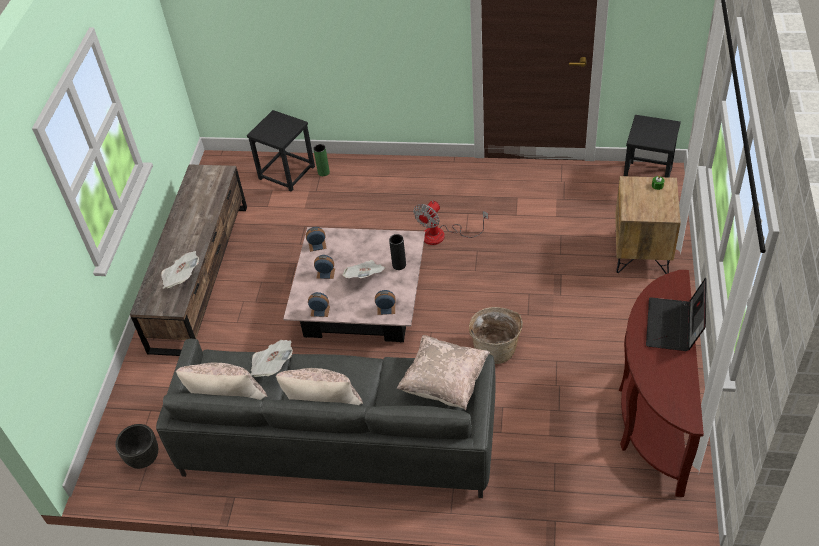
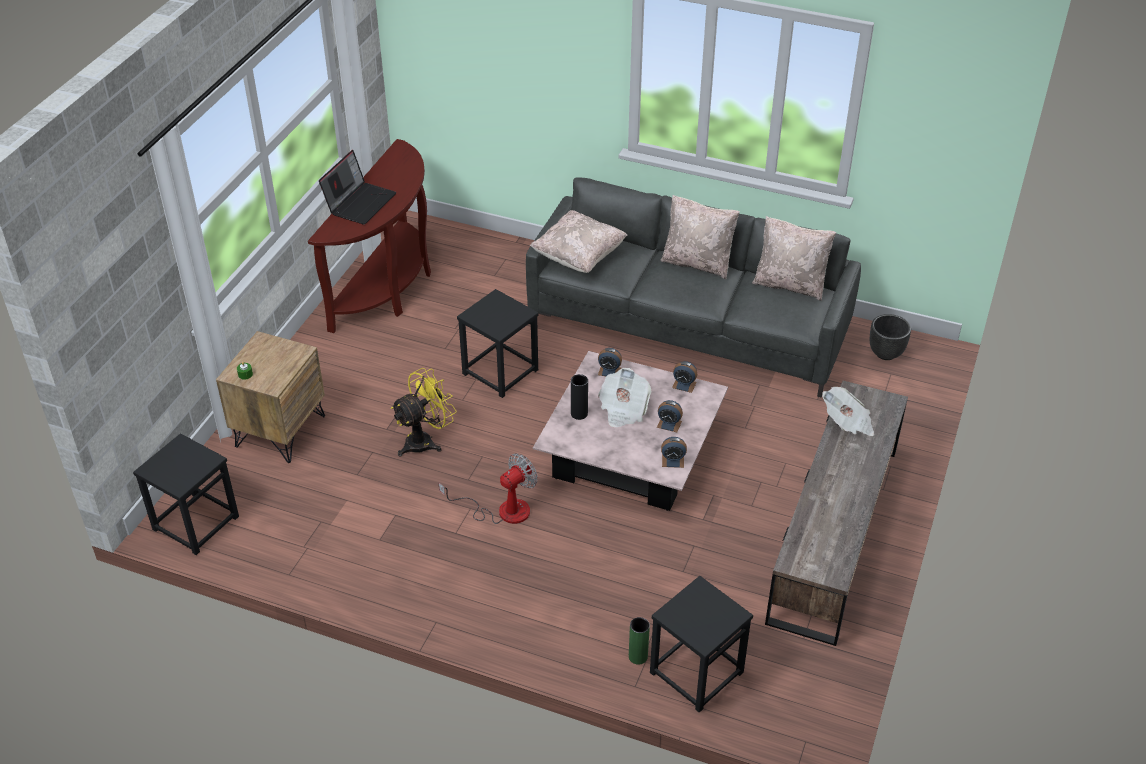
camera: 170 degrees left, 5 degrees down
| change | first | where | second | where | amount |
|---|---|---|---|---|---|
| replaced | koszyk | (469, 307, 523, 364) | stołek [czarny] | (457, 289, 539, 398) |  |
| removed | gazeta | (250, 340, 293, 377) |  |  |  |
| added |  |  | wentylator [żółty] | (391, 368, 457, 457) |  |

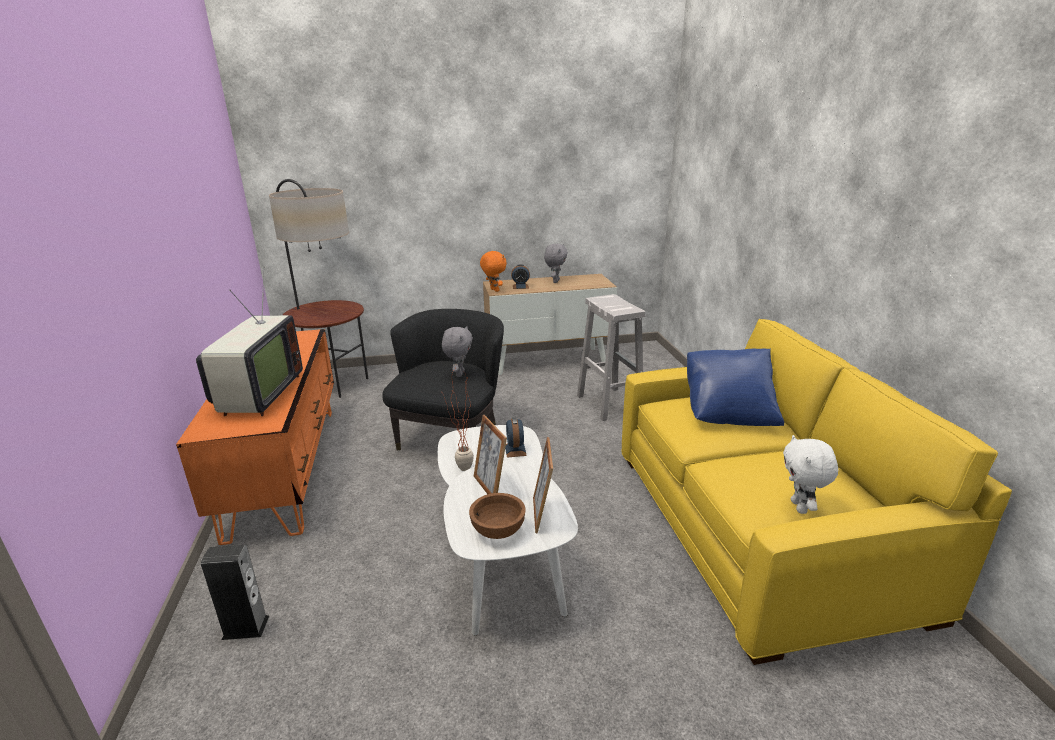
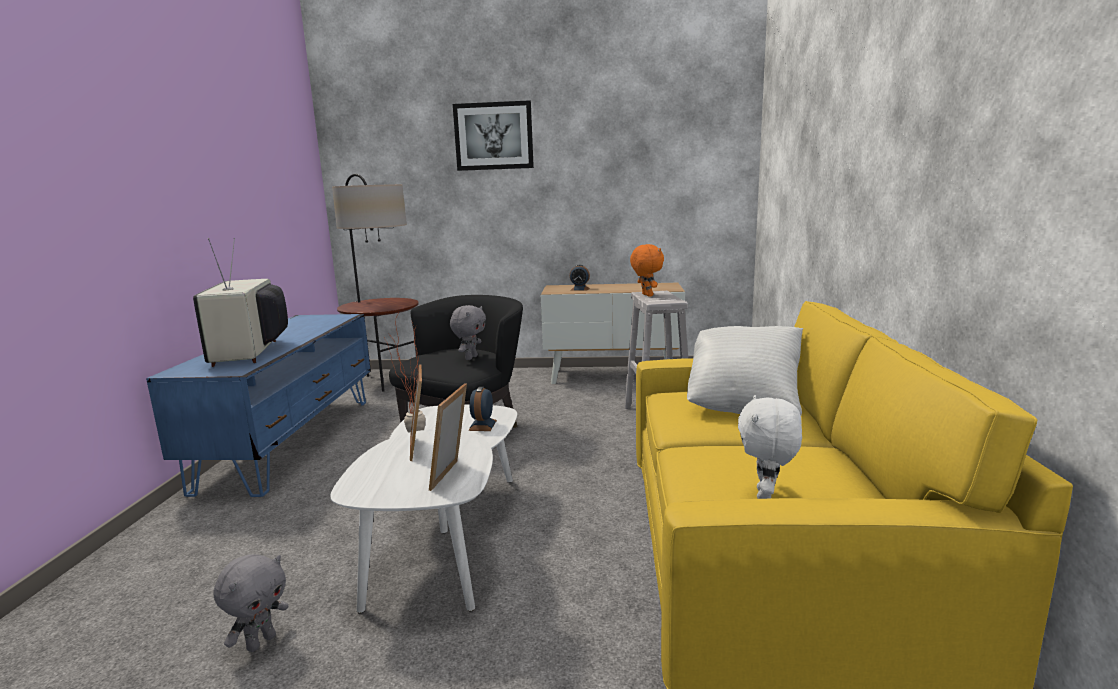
camera: 15 degrees right, 10 degrees down
| change | first | where | second | where | amount |
|---|---|---|---|---|---|
| moved | pluszak [szary] | (544, 244, 568, 283) |  | (213, 554, 289, 652) |  |
| moved | pluszak [pomarańczowy] | (480, 251, 507, 292) |  | (630, 244, 664, 297) |  |
| turned | telewizor | (196, 269, 303, 416) |  | (193, 238, 288, 367) | 150 degrees clockwise |
| recoloured | szafka pod telewizor [pomarańczowy] | (176, 329, 334, 545) | szafka pod telewizor [niebieski] | (146, 314, 371, 497) |  |
| recoloured | poduszka [niebieski] | (687, 349, 784, 426) | poduszka [biały] | (687, 326, 803, 415) |  |
| removed | miska [brązowy] | (469, 493, 526, 539) |  |  |  |
| removed | głośnik | (201, 545, 269, 640) |  |  |  |
| added |  |  | obraz | (453, 100, 534, 171) |  |

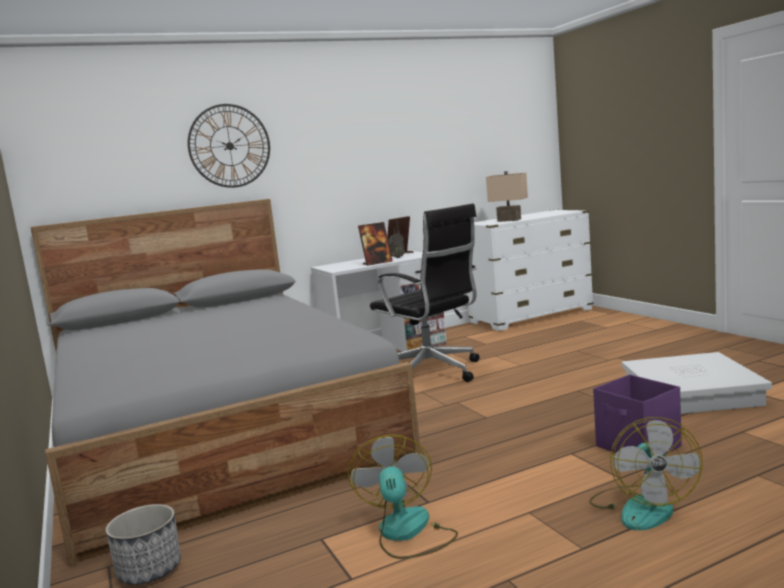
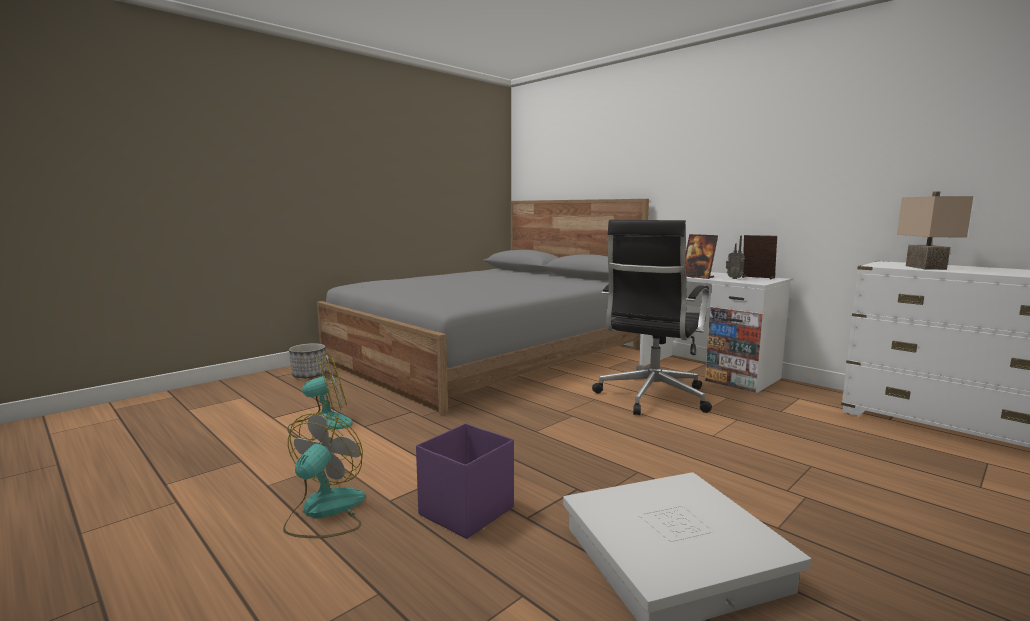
camera: 70 degrees right, 0 degrees up
| change | first | where | second | where | amount |
|---|---|---|---|---|---|
| removed | zegar ścienny | (188, 104, 270, 188) |  |  |  |
| turned | wentylator | (589, 417, 703, 530) |  | (283, 412, 365, 538) | 120 degrees clockwise |

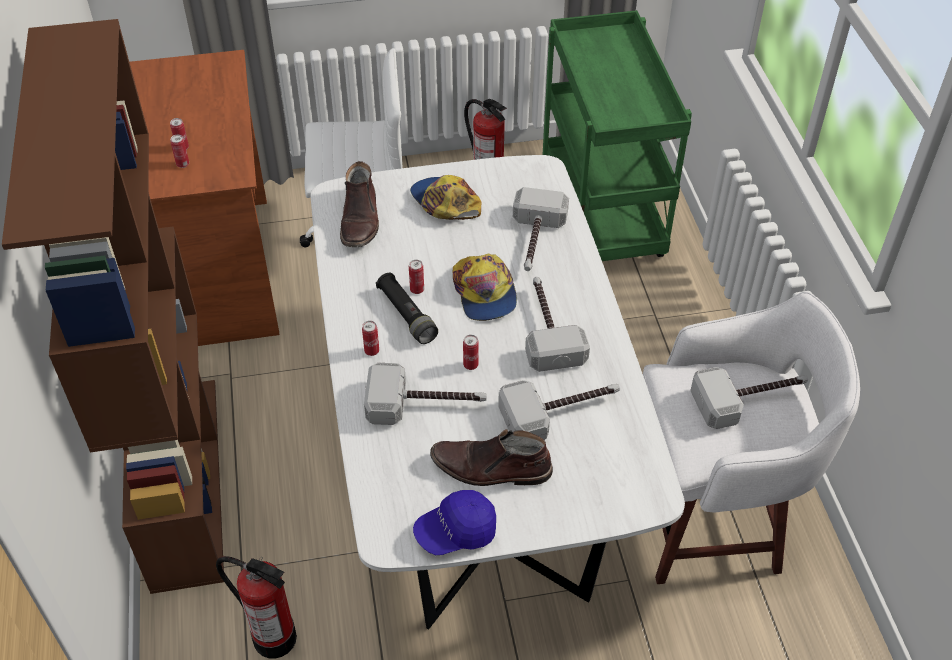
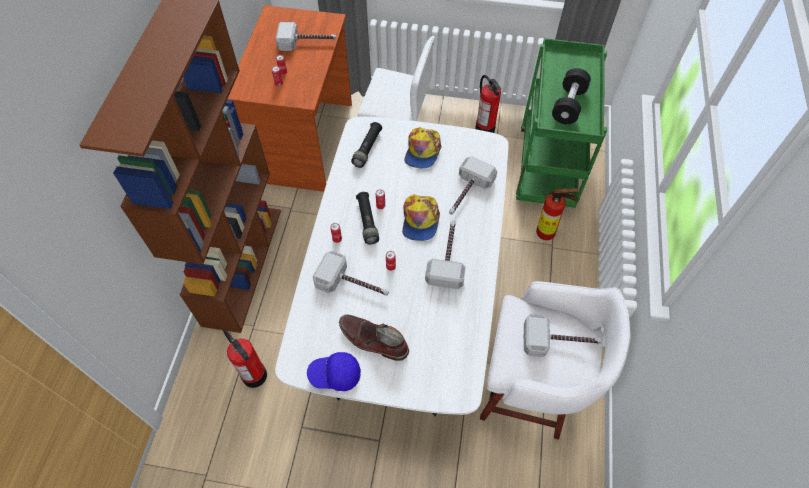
camera: 20 degrees right, 10 degrees up
| change | first | where | second | where | amount |
|---|---|---|---|---|---|
| replaced | but z cholewką [brązowy] | (340, 161, 379, 247) | latarka [czarny] | (351, 122, 382, 168) |  |
| turned | czapka z daszkiem | (410, 175, 482, 220) |  | (404, 127, 442, 168) | 150 degrees counterclockwise |
| moved | młotek | (498, 380, 620, 440) |  | (276, 22, 337, 51) |  |
| added |  |  | hantel [czarny] | (552, 68, 591, 124) |  |
| added |  |  | gaśnica | (536, 185, 578, 240) |  |

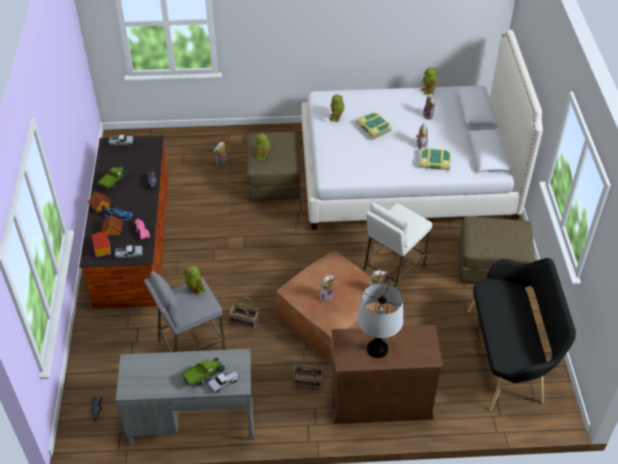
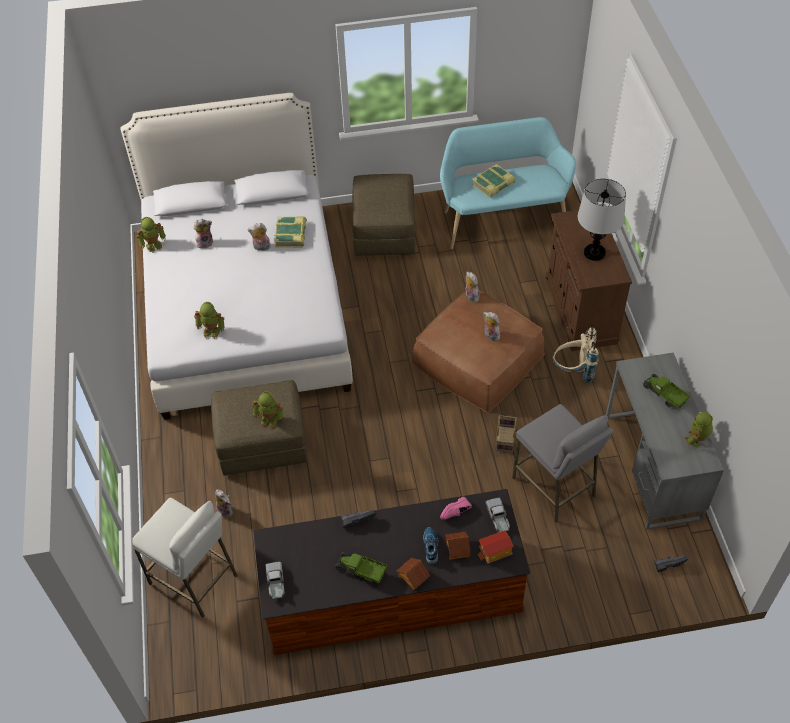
camera: 95 degrees left, 5 degrees up
| change | first | where | second | where | amount |
|---|---|---|---|---|---|
| moved | książka | (356, 111, 392, 139) |  | (472, 164, 515, 198) |  |
| moved | stołek [biały] | (363, 203, 432, 288) |  | (133, 498, 238, 617) |  |
| recoloured | ławka [czarny] | (467, 258, 576, 411) | ławka [turkusowy] | (440, 117, 576, 249) |  |
| moved | robot zabawkowy | (183, 266, 206, 296) |  | (684, 412, 713, 448) |  |
| replaced | koszyk | (293, 357, 323, 389) | plecak [beżowy] | (553, 327, 599, 383) |  |
| removed | ciężarówka zabawkowa | (208, 368, 240, 393) |  |  |  |

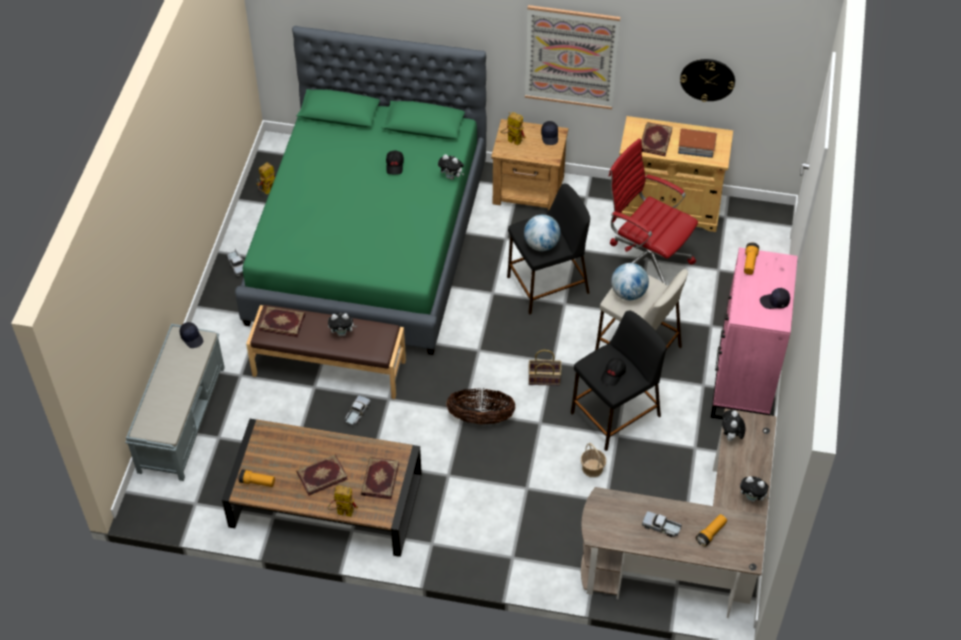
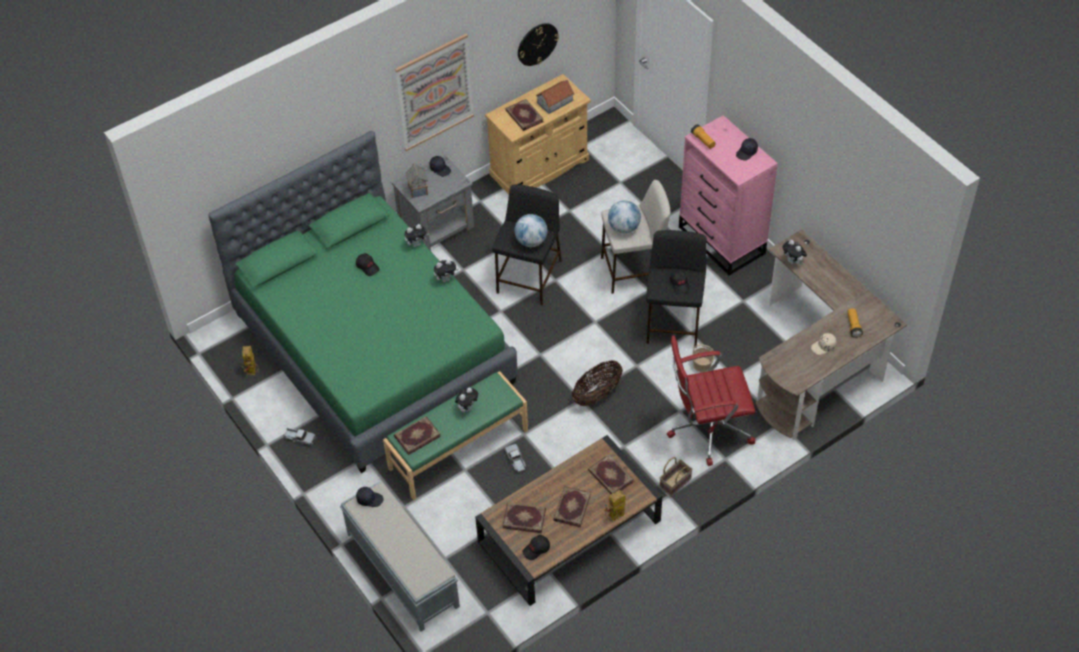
camera: 45 degrees left, 0 degrees up
| change | first | where | second | where | amount |
|---|---|---|---|---|---|
| replaced | robot zabawkowy | (500, 112, 526, 146) | domek | (405, 163, 428, 198) |  |
| recoloured | szafka nocna [brązowy] | (491, 119, 568, 211) | szafka nocna [szary] | (392, 155, 474, 251) |  |
| moved | krzesło biurowe [czerwony] | (609, 139, 698, 284) |  | (667, 335, 755, 466) |  |
| recoloured | ławka [brązowy] | (246, 305, 406, 399) | ławka [zielony] | (383, 371, 528, 500) |  |
| moved | koszyk | (528, 350, 561, 386) |  | (660, 457, 693, 497) |  |
| replaced | latarka | (239, 469, 275, 487) | czapka z daszkiem [czarny] | (522, 535, 550, 560) |  |
| moved | pluszak | (740, 476, 770, 502) |  | (434, 259, 458, 282) |  |
| replaced | ciężarówka zabawkowa | (642, 511, 682, 537) | czapka z daszkiem [beżowy] | (811, 333, 837, 355) |  |
| added |  |  | książka | (502, 503, 546, 533) |  |

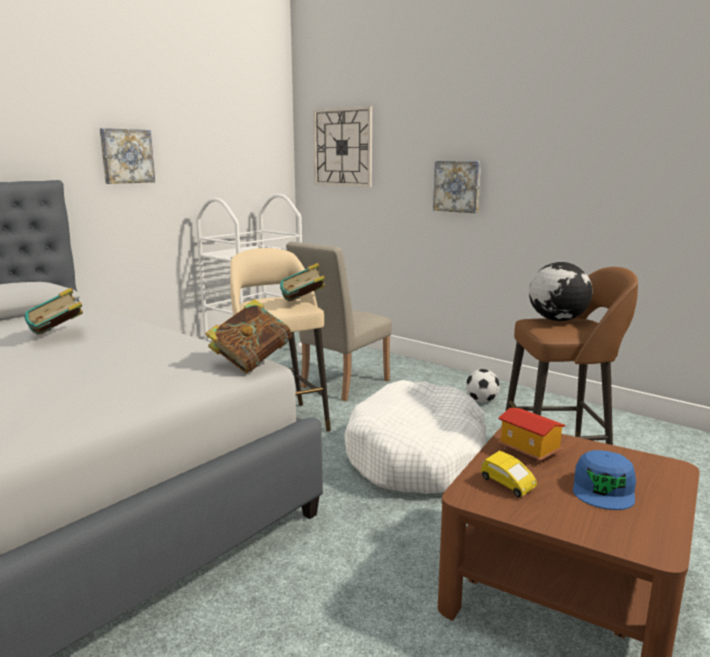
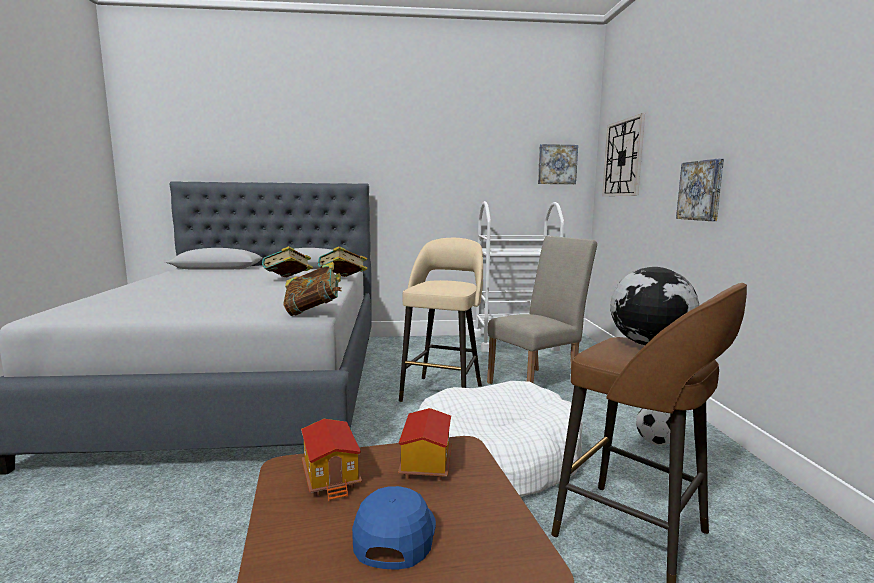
camera: 45 degrees right, 5 degrees down
| change | first | where | second | where | amount |
|---|---|---|---|---|---|
| moved | obraz | (100, 128, 155, 184) |  | (538, 144, 578, 184) |  |
| turned | krzesło [beżowy] | (286, 242, 392, 401) |  | (487, 236, 597, 384) | 150 degrees clockwise |
| moved | książka | (280, 263, 325, 301) |  | (318, 246, 367, 277) |  |
| turned | czapka z daszkiem [niebieski] | (573, 450, 636, 510) |  | (352, 486, 436, 569) | 120 degrees clockwise |
| replaced | samochodzik [żółty] | (481, 451, 537, 497) | domek | (301, 419, 362, 501) |  |

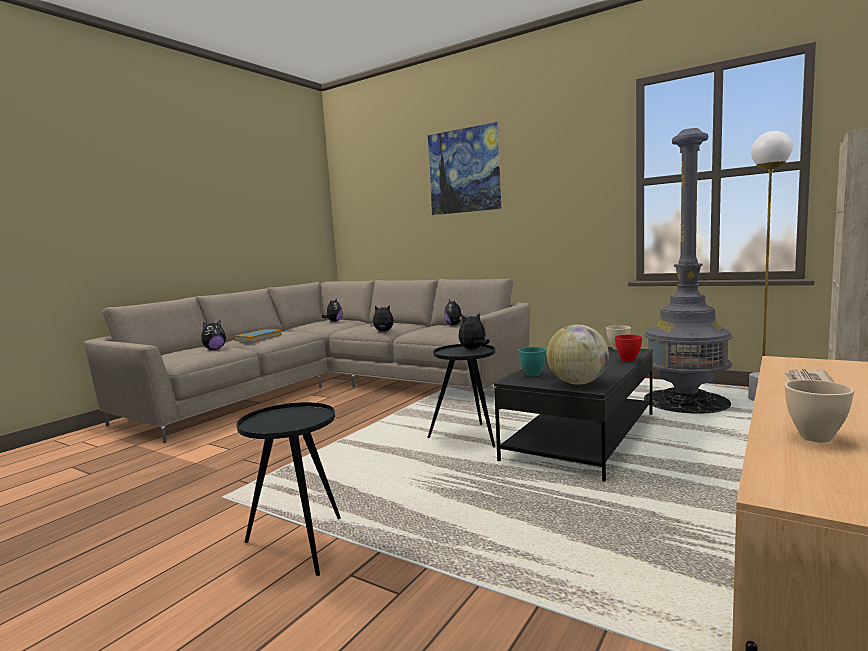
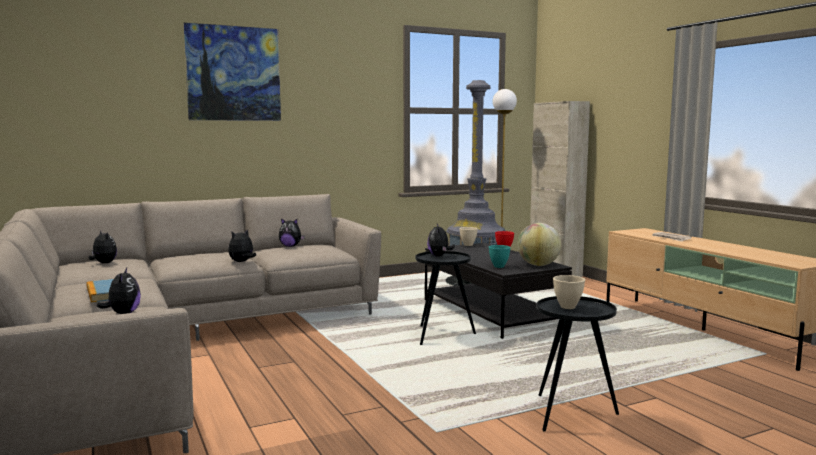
camera: 60 degrees left, 0 degrees up
| change | first | where | second | where | amount |
|---|---|---|---|---|---|
| moved | miska [beżowy] | (784, 380, 854, 443) |  | (553, 275, 585, 309) |  |

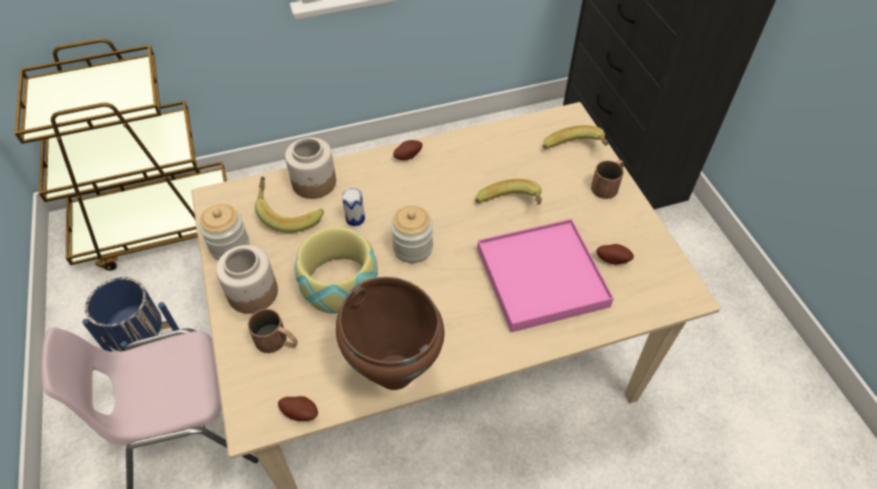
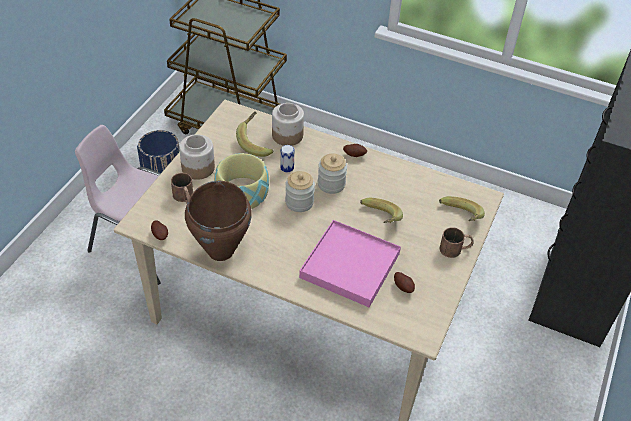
camera: 40 degrees right, 5 degrees down
| change | first | where | second | where | amount |
|---|---|---|---|---|---|
| moved | słoik | (199, 204, 249, 260) |  | (318, 154, 347, 194) |  |

